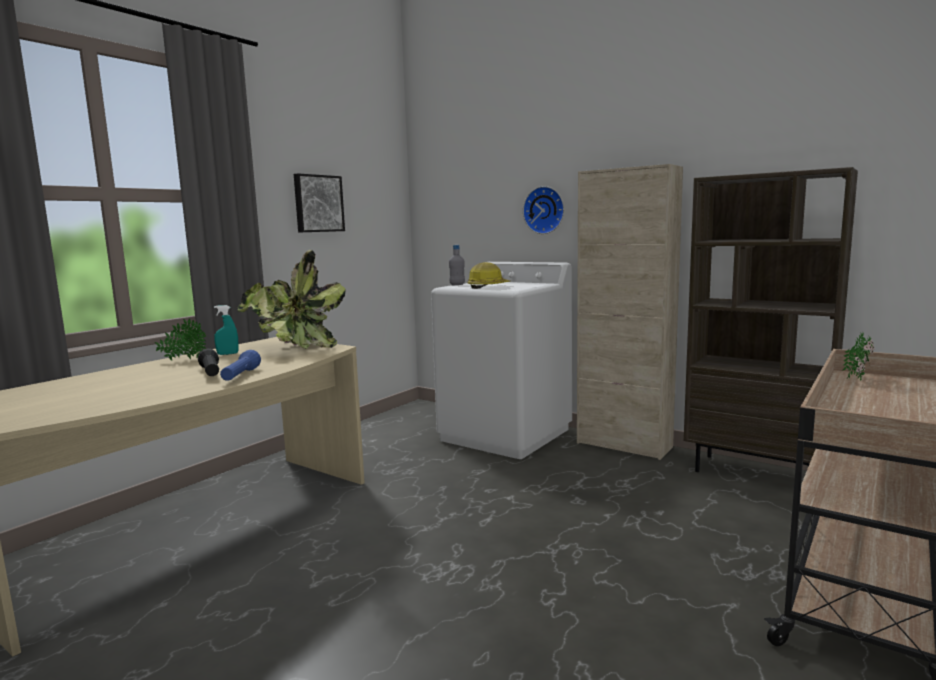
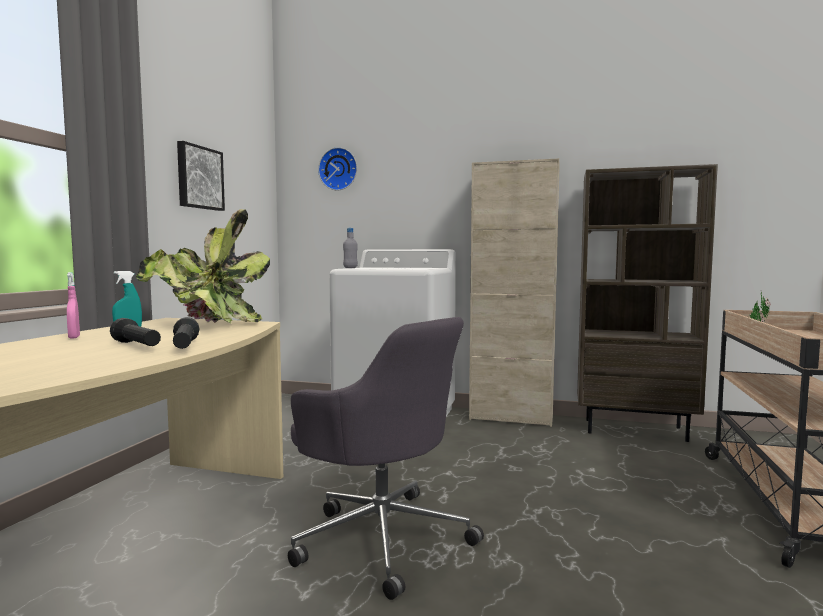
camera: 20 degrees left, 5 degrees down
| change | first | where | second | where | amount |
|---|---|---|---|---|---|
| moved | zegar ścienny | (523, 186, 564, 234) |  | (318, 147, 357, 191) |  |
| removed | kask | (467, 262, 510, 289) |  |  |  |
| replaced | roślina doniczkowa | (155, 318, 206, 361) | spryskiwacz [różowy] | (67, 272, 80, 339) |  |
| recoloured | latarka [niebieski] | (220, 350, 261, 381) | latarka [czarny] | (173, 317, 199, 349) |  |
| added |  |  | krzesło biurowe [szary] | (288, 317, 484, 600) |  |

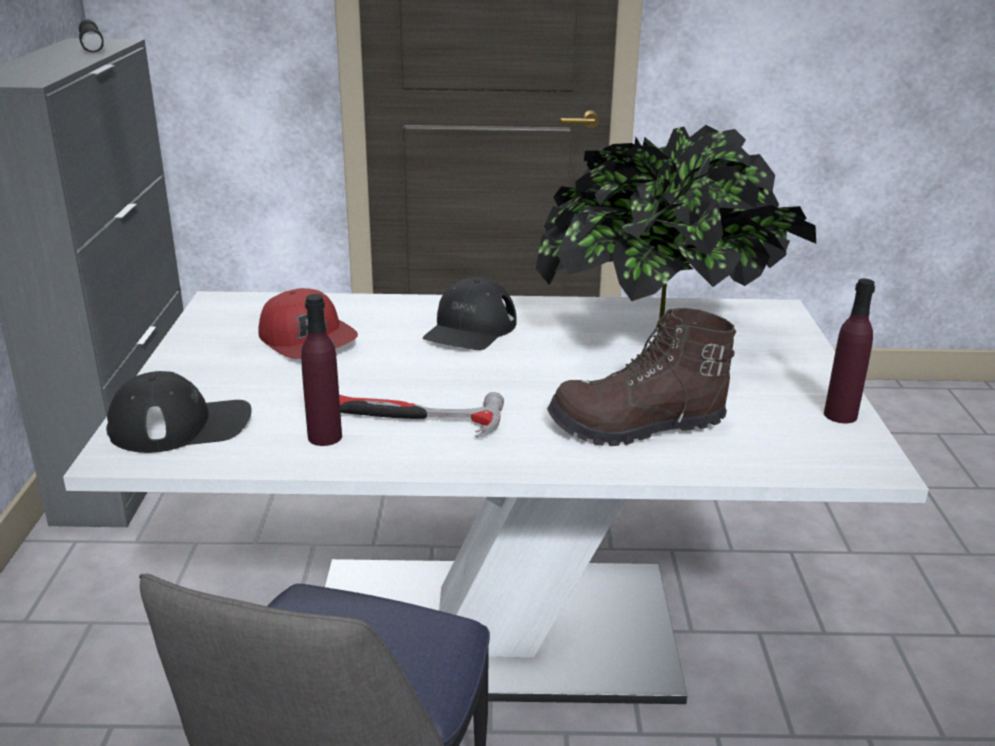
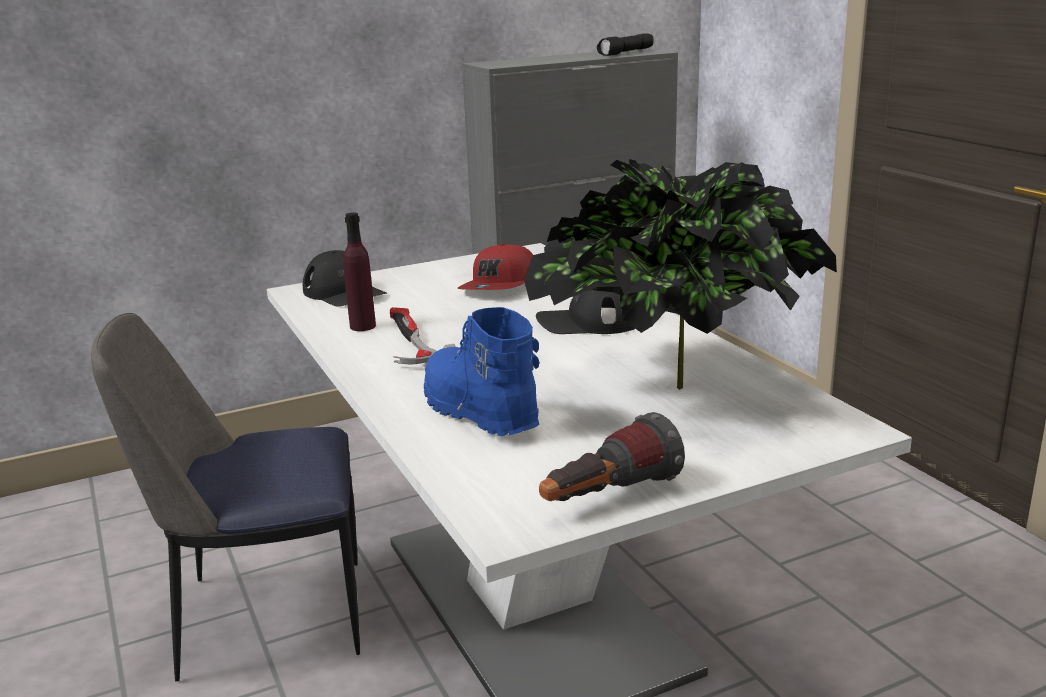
camera: 65 degrees right, 5 degrees down
| change | first | where | second | where | amount |
|---|---|---|---|---|---|
| replaced | butelka [fioletowy] | (824, 279, 875, 423) | latarka | (539, 412, 685, 501) |  |
| recoloured | but z cholewką [brązowy] | (547, 308, 736, 446) | but z cholewką [niebieski] | (424, 307, 539, 436) |  |

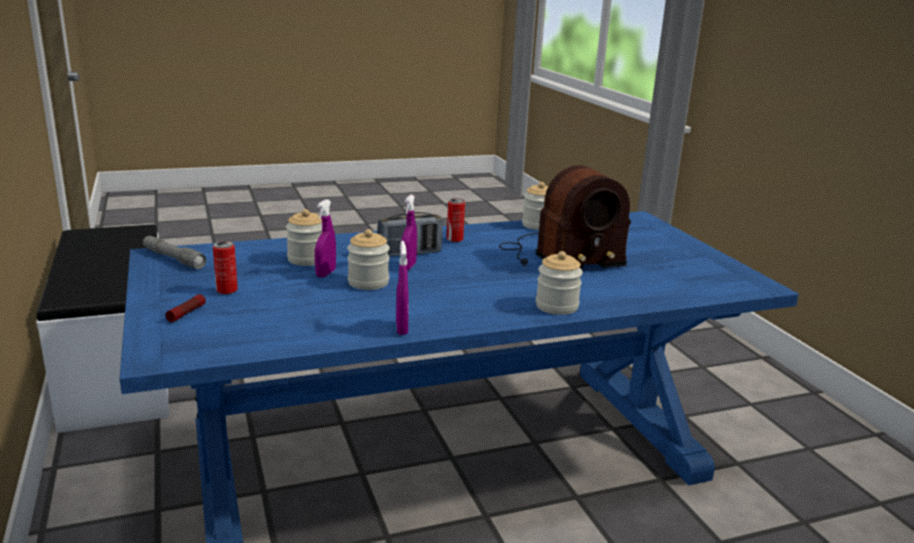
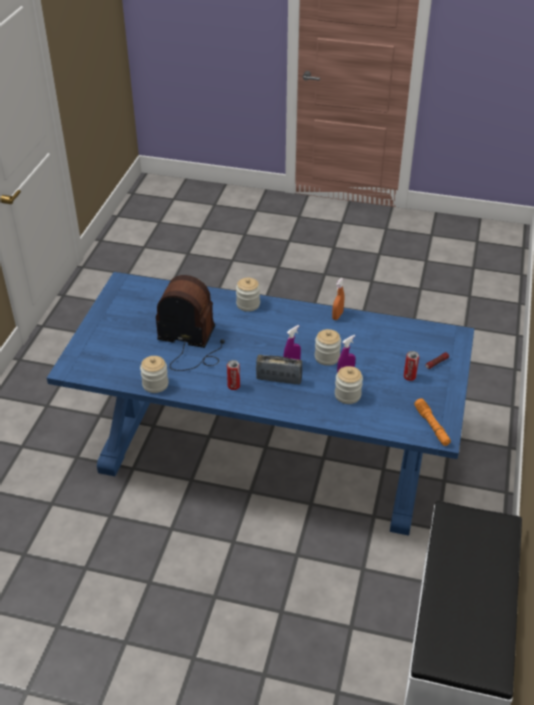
camera: 145 degrees left, 20 degrees up
| change | first | where | second | where | amount |
|---|---|---|---|---|---|
| recoloured | latarka [szary] | (143, 236, 206, 269) | latarka [pomarańczowy] | (414, 398, 451, 446) |  |
| recoloured | spryskiwacz [fioletowy] | (396, 241, 409, 335) | spryskiwacz [pomarańczowy] | (332, 278, 344, 320) |  |

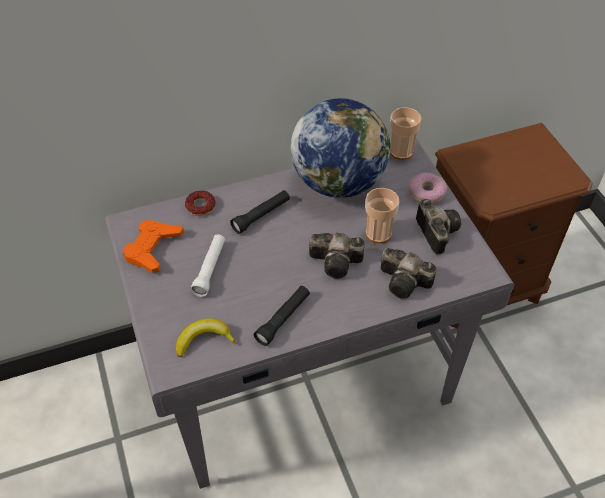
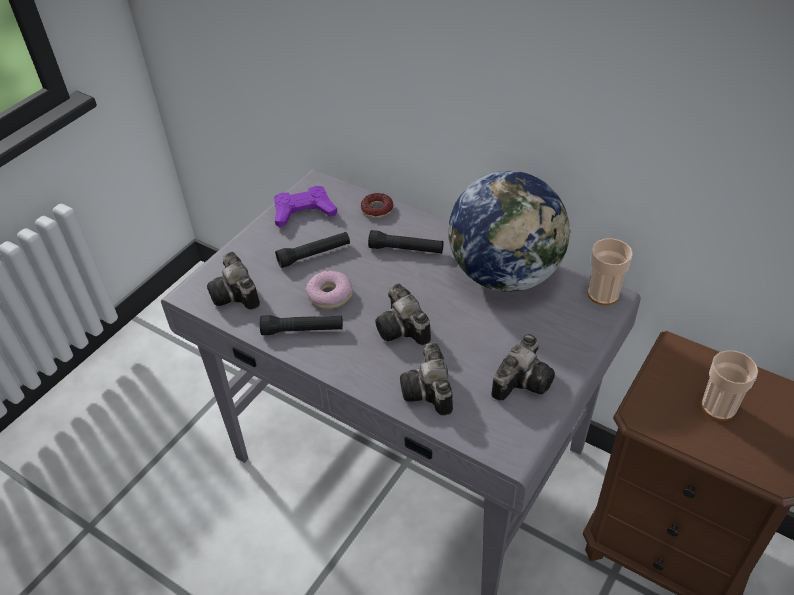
camera: 55 degrees right, 5 degrees down
| change | first | where | second | where | amount |
|---|---|---|---|---|---|
| moved | donut | (408, 172, 447, 204) |  | (306, 270, 353, 309) |  |
| moved | filiżanka | (365, 188, 400, 243) |  | (701, 350, 758, 421) |  |
| recoloured | pad do gier [pomarańczowy] | (123, 220, 184, 273) | pad do gier [fioletowy] | (274, 186, 337, 227) |  |
| recoloured | latarka [biały] | (190, 234, 225, 297) | latarka [czarny] | (275, 232, 350, 268) |  |
| replaced | banan | (176, 318, 236, 357) | aparat fotograficzny | (207, 252, 260, 310) |  |

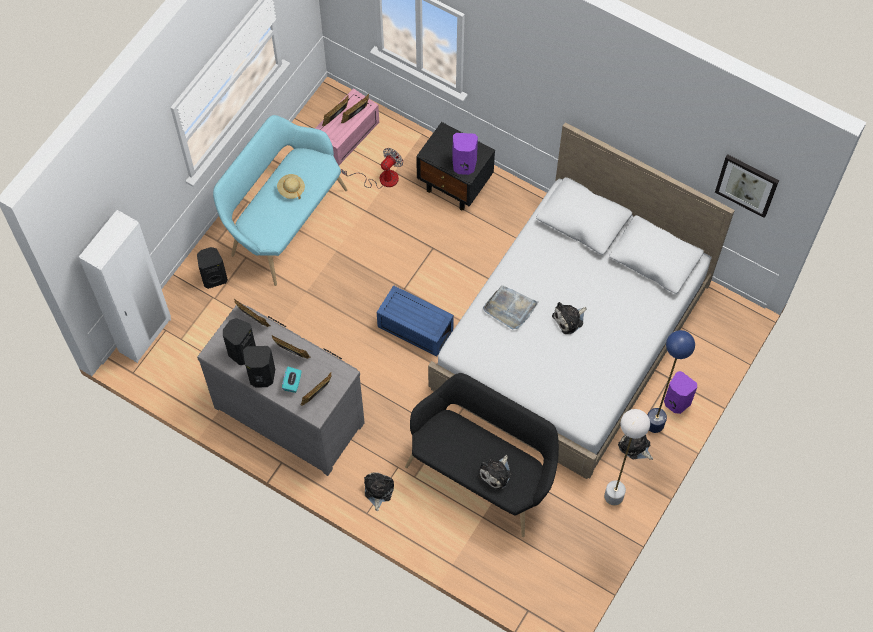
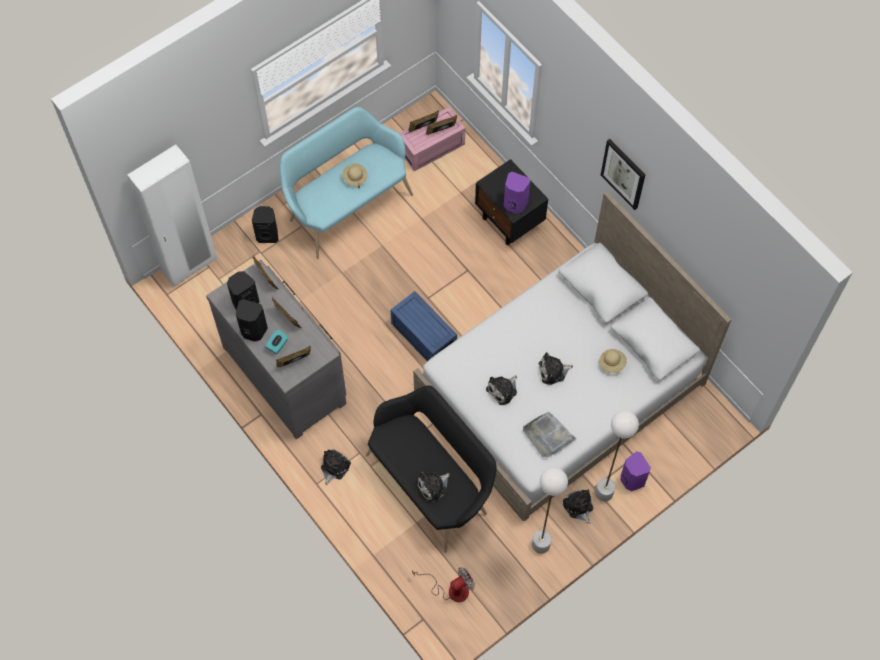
camera: 20 degrees right, 0 degrees up
| change | first | where | second | where | amount |
|---|---|---|---|---|---|
| moved | wentylator | (341, 148, 403, 189) |  | (412, 567, 475, 602) |  |
| moved | obraz | (715, 154, 779, 218) |  | (601, 139, 645, 210) |  |
| moved | taca [szary] | (483, 285, 539, 330) |  | (523, 412, 576, 458) |  |
| recoloured | lampa stojąca [niebieski] | (648, 330, 695, 433) | lampa stojąca [biały] | (595, 410, 639, 501) |  |
| added |  |  | kapelusz [beżowy] | (599, 349, 627, 373) |  |
| added |  |  | pluszak | (486, 375, 517, 405) |  |

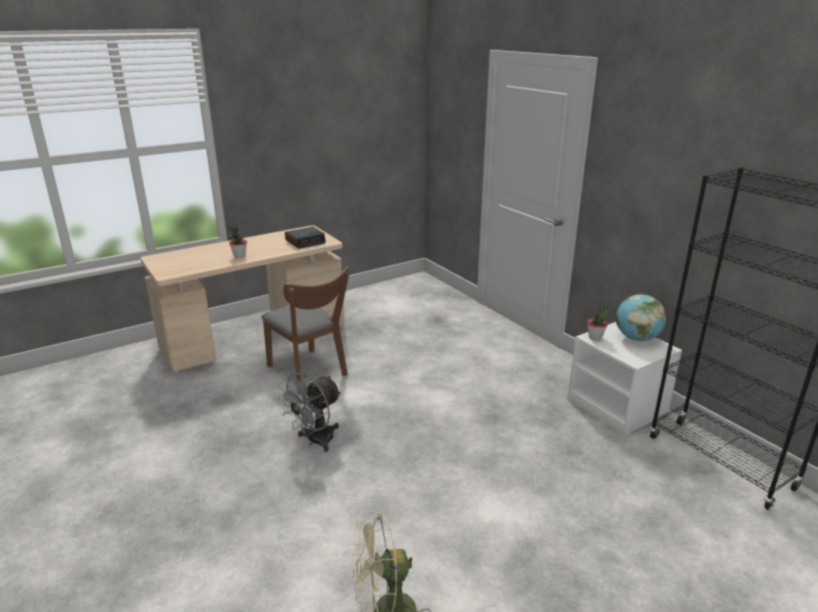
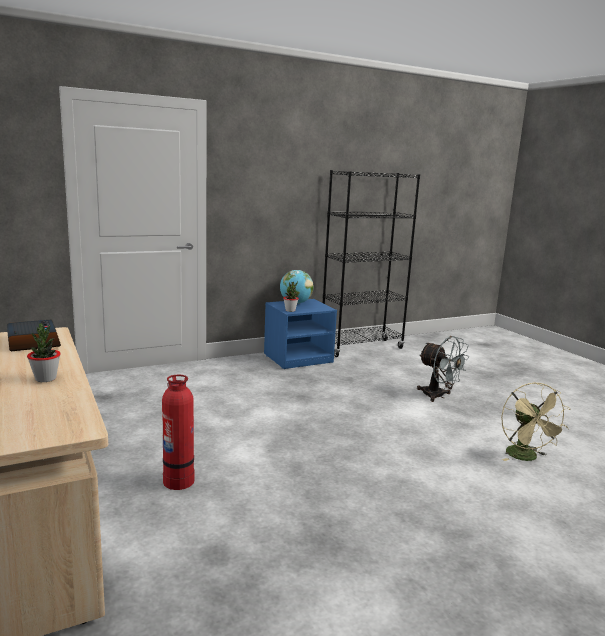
camera: 85 degrees left, 10 degrees down
| change | first | where | second | where | amount |
|---|---|---|---|---|---|
| replaced | krzesło [brązowy] | (262, 266, 349, 394) | gaśnica | (162, 375, 194, 490) |  |
| recoloured | szafka nocna [biały] | (567, 322, 682, 435) | szafka nocna [niebieski] | (264, 299, 337, 369) |  |
| moved | wentylator [szary] | (277, 373, 341, 452) |  | (417, 336, 470, 402) |  |

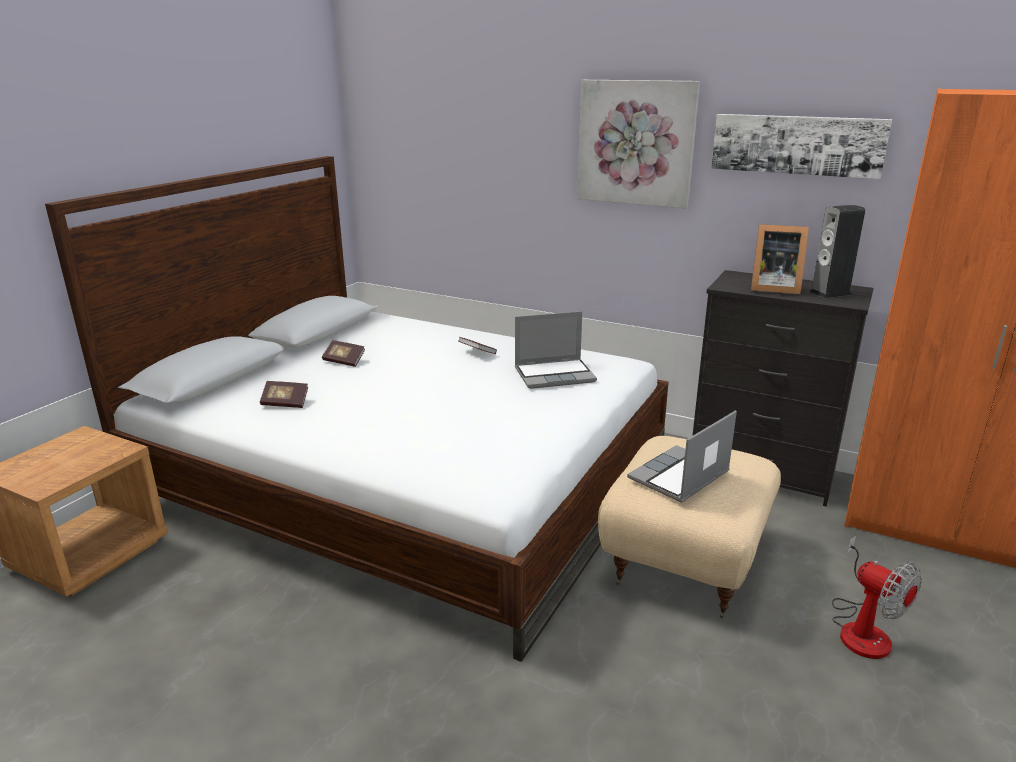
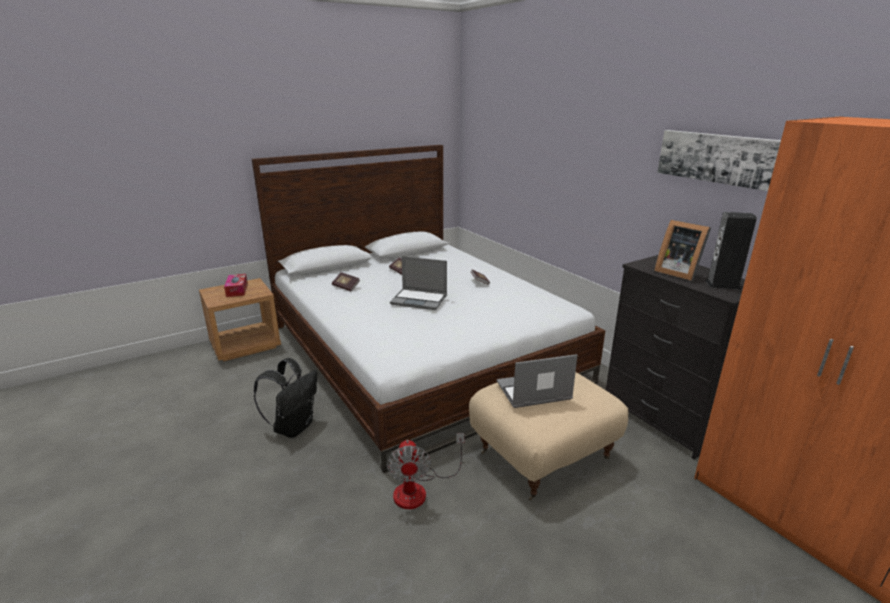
camera: 30 degrees right, 0 degrees up
| change | first | where | second | where | amount |
|---|---|---|---|---|---|
| removed | obraz | (577, 80, 700, 209) |  |  |  |
| moved | laptop | (515, 311, 597, 389) |  | (390, 256, 447, 310) |  |
| moved | wentylator | (832, 536, 922, 659) |  | (387, 433, 465, 509) |  |
| added |  |  | pudełko chusteczek | (224, 274, 248, 297) |  |
| added |  |  | plecak [czarny] | (254, 358, 317, 438) |  |

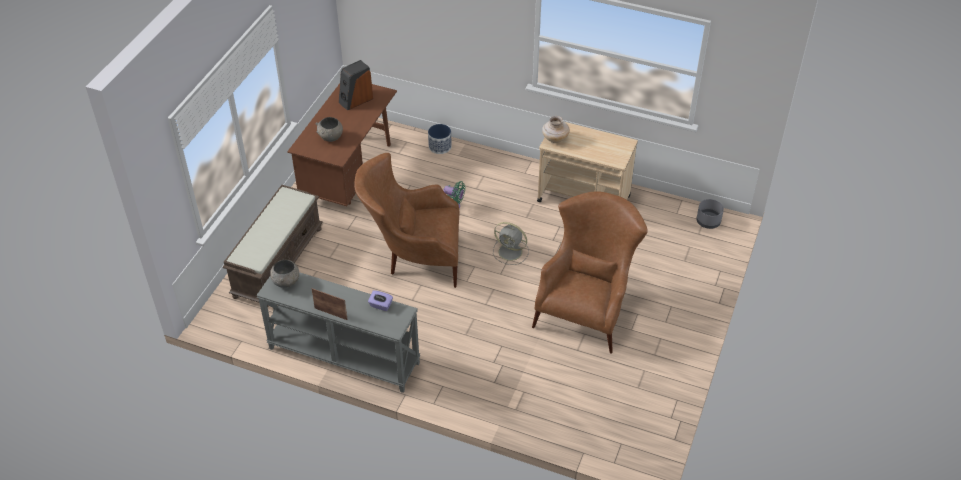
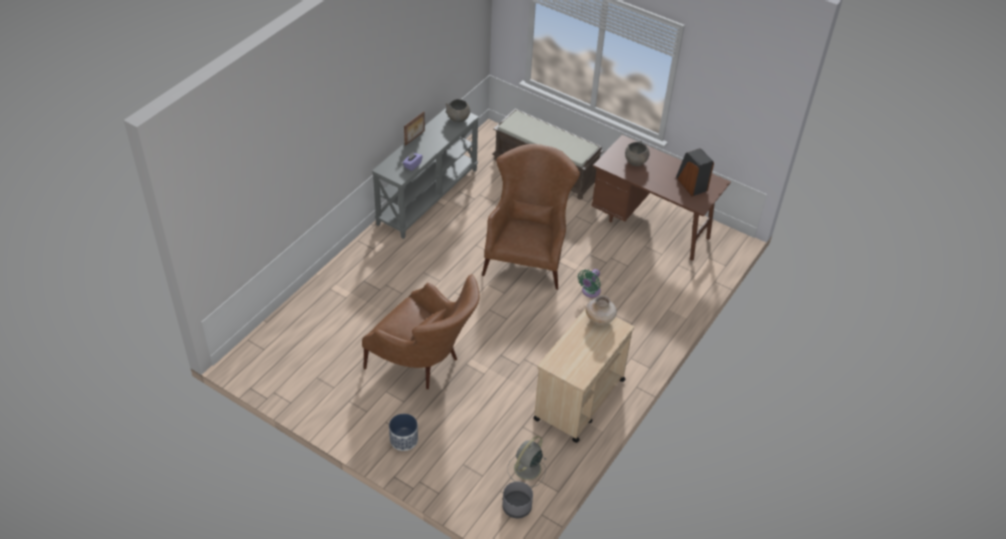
camera: 100 degrees right, 0 degrees up
| change | first | where | second | where | amount |
|---|---|---|---|---|---|
| moved | donica | (428, 124, 452, 154) |  | (389, 414, 418, 451) |  |
| moved | wentylator [szary] | (493, 222, 529, 265) |  | (507, 436, 546, 487) |  |

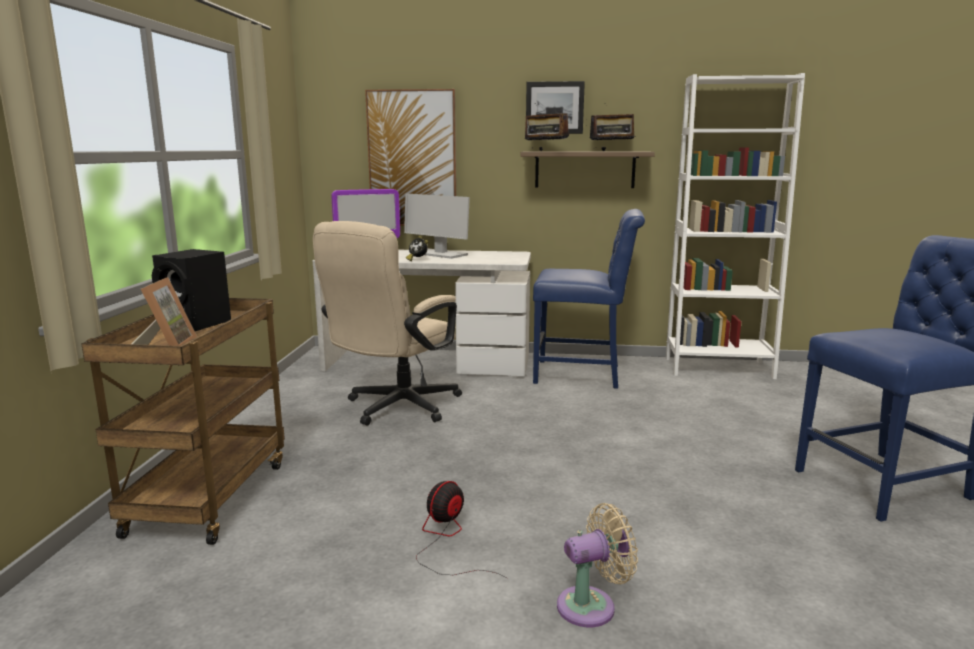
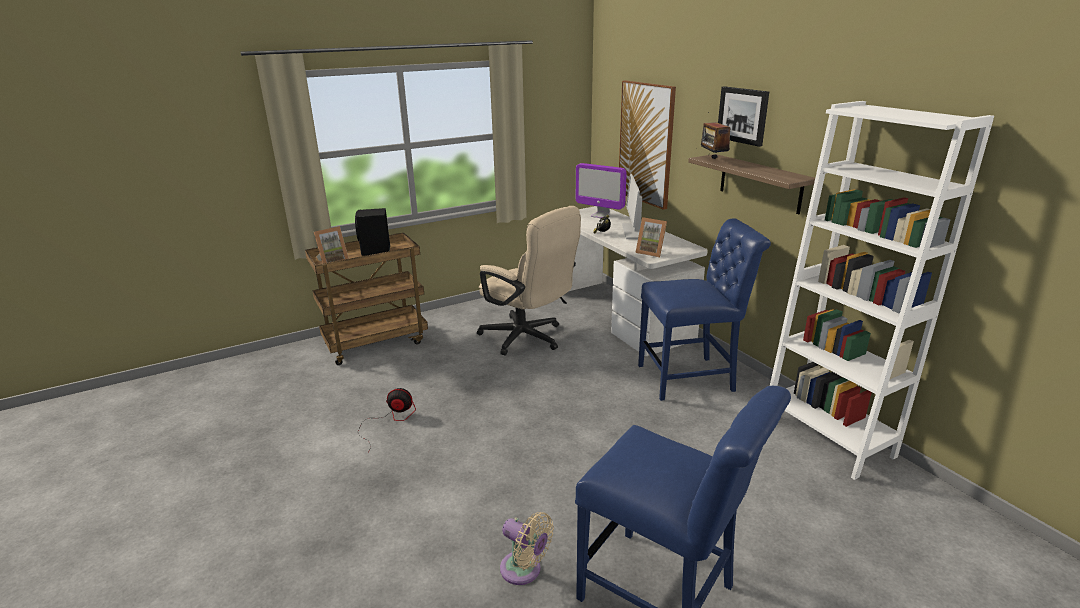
camera: 55 degrees right, 10 degrees up
| change | first | where | second | where | amount |
|---|---|---|---|---|---|
| removed | radio | (586, 114, 636, 151) |  |  |  |
| turned | krzesło [niebieski] | (533, 209, 645, 389) |  | (638, 218, 771, 401) | 75 degrees counterclockwise |
| turned | krzesło biurowe [beżowy] | (313, 221, 462, 425) |  | (477, 206, 581, 356) | 135 degrees counterclockwise |
| moved | wentylator [beżowy] | (557, 503, 638, 627) |  | (500, 512, 554, 585) |  |
| added |  |  | ramka na zdjęcie | (635, 217, 667, 257) |  |

